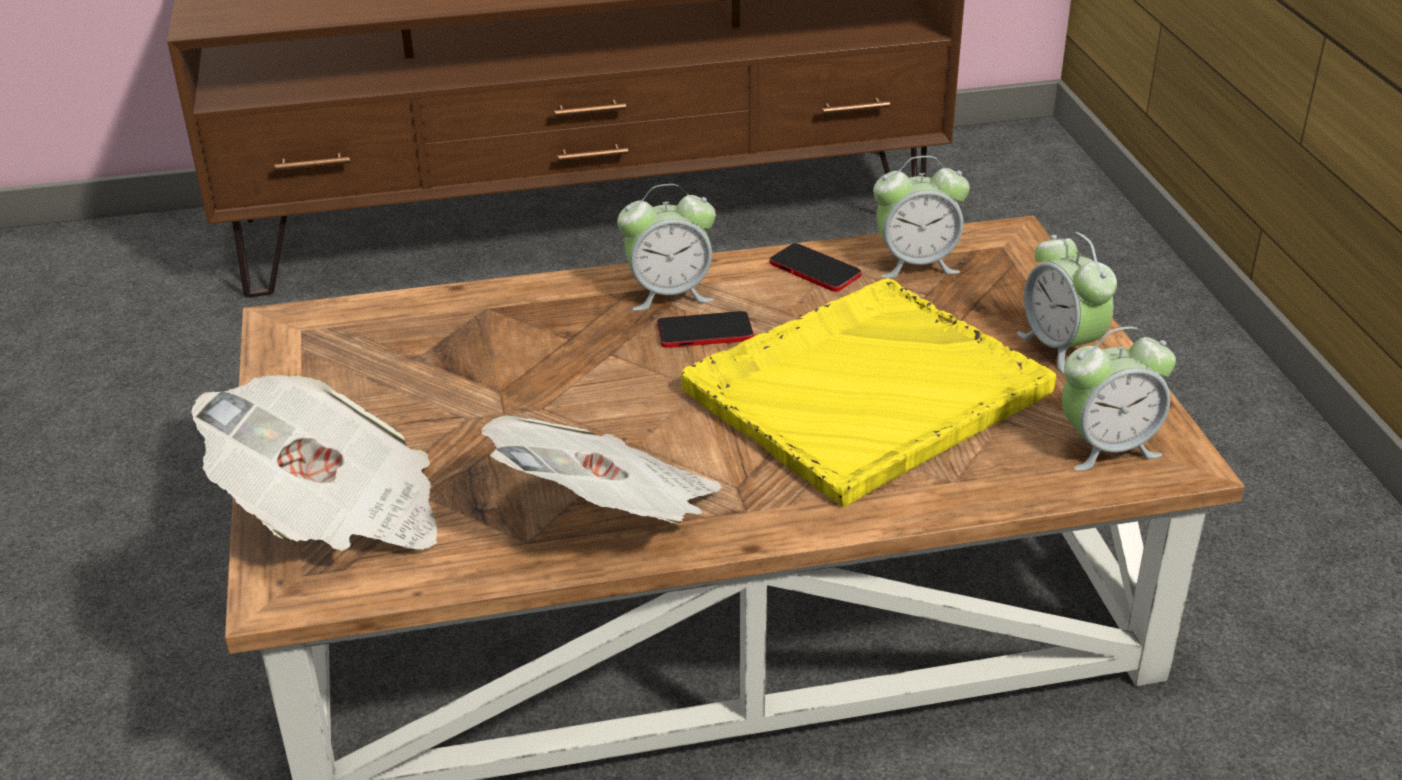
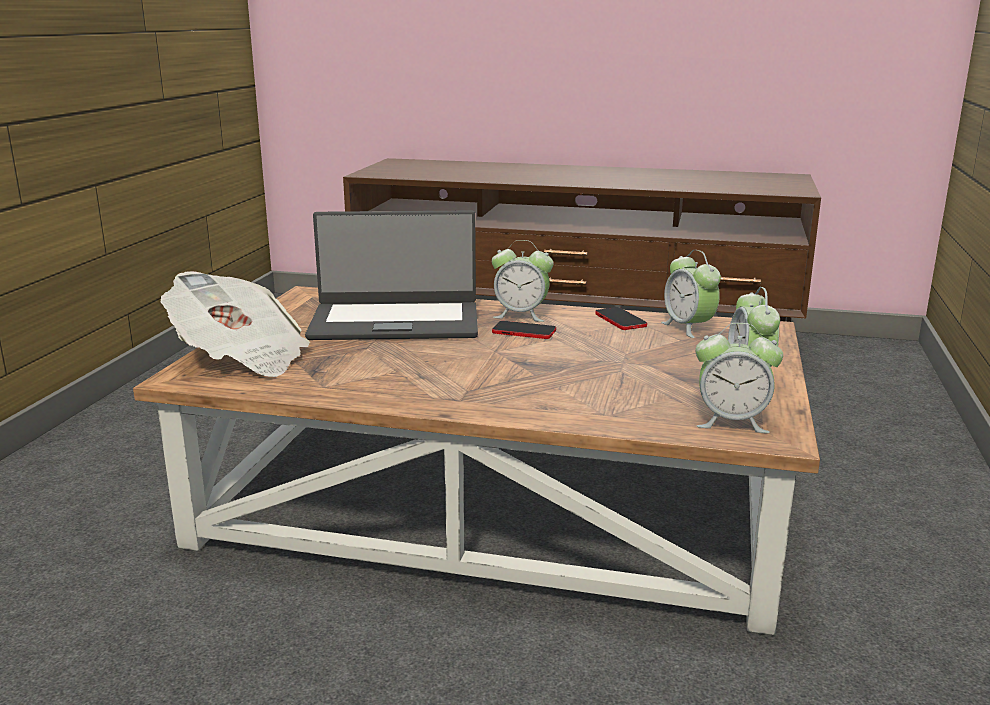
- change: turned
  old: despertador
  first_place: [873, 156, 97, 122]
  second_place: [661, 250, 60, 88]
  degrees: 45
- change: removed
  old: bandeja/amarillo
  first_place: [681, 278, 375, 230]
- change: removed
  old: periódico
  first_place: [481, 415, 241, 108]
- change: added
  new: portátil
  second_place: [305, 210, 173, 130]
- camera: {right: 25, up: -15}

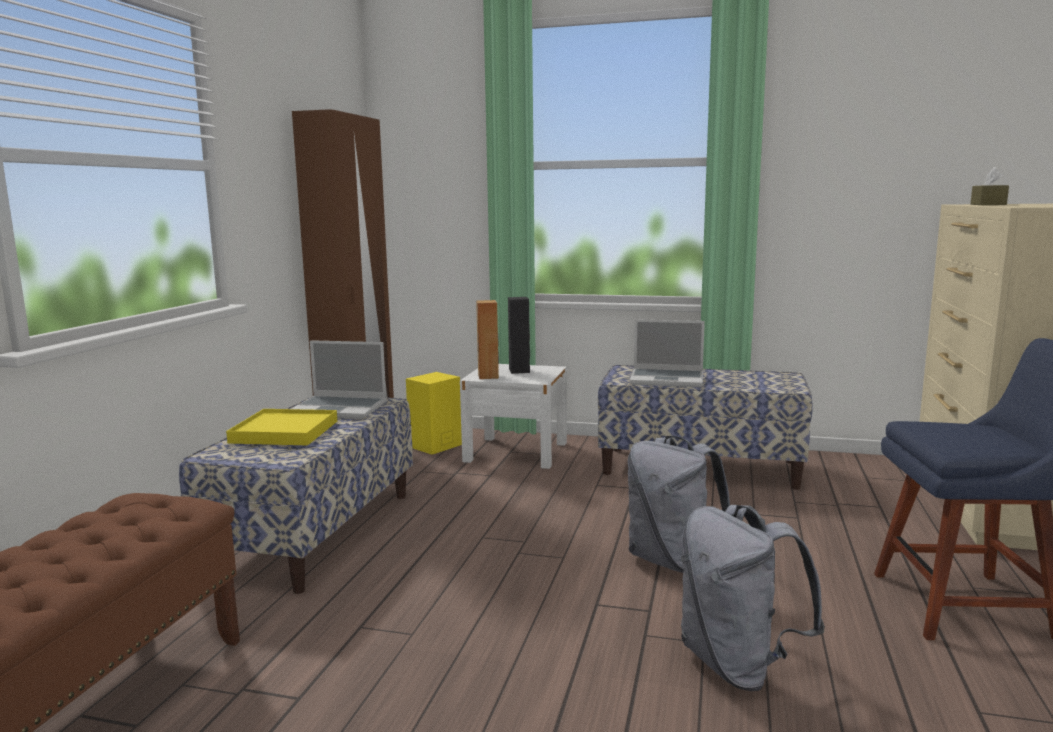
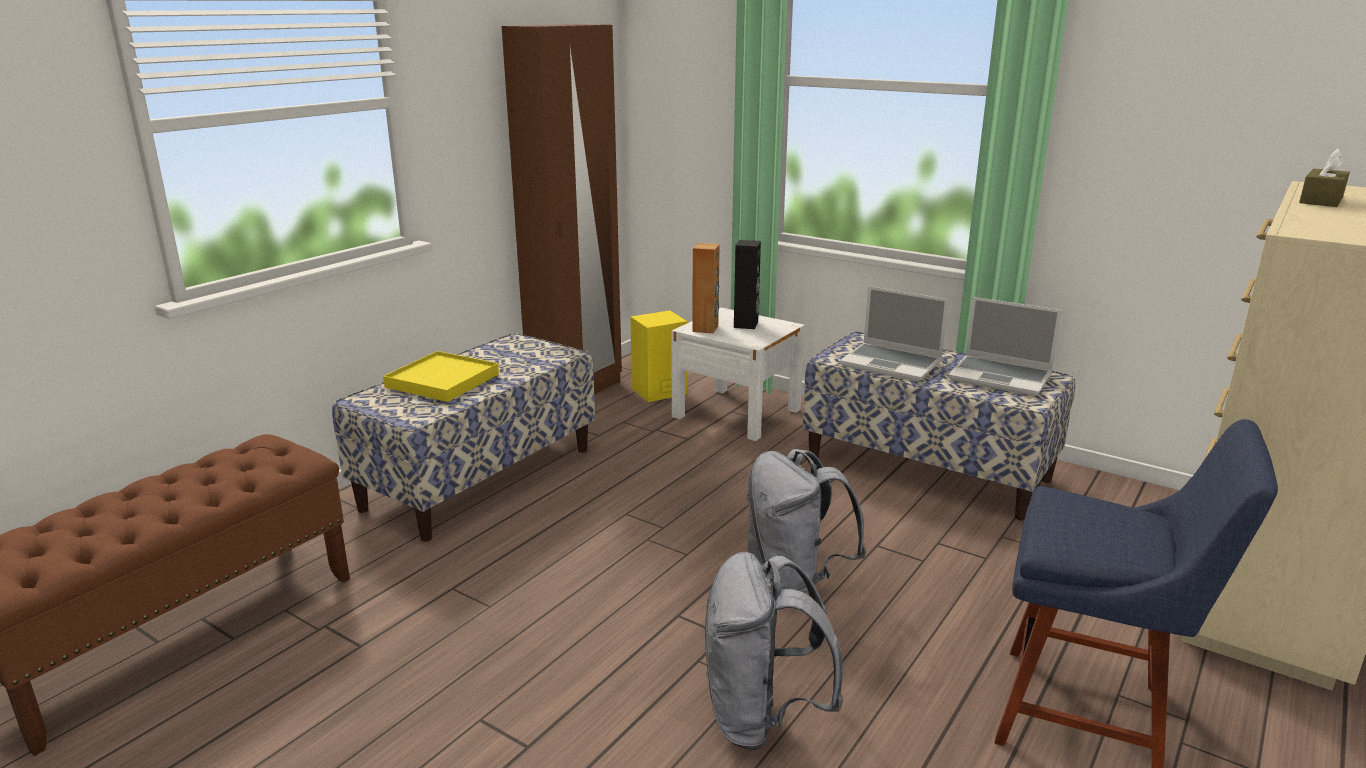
- change: moved
  old: portátil
  first_place: [291, 340, 96, 79]
  second_place: [948, 297, 114, 99]
- camera: {right: 20, up: 10}

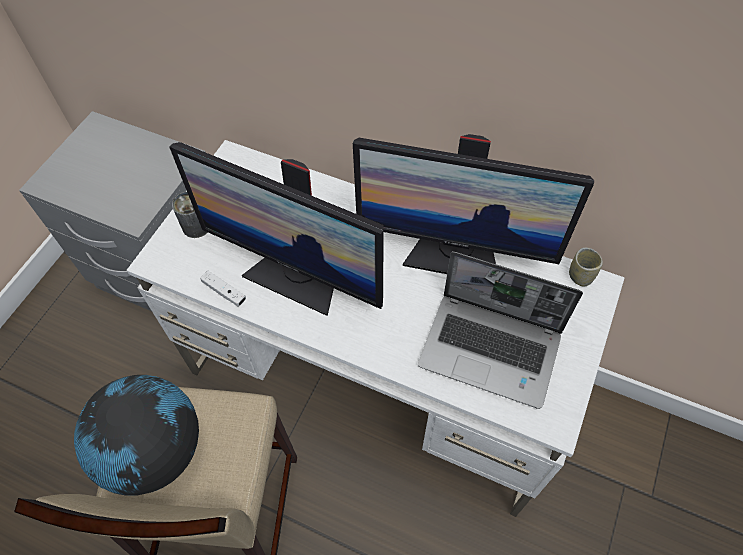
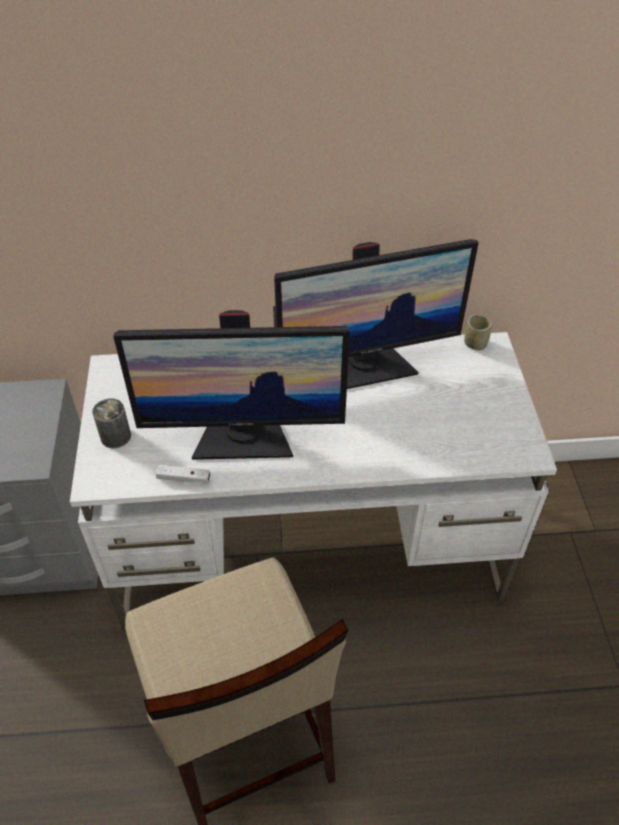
- change: removed
  old: portátil
  first_place: [418, 252, 165, 157]
- change: removed
  old: globo terráqueo
  first_place: [74, 375, 125, 121]
- camera: {right: -30, up: -10}

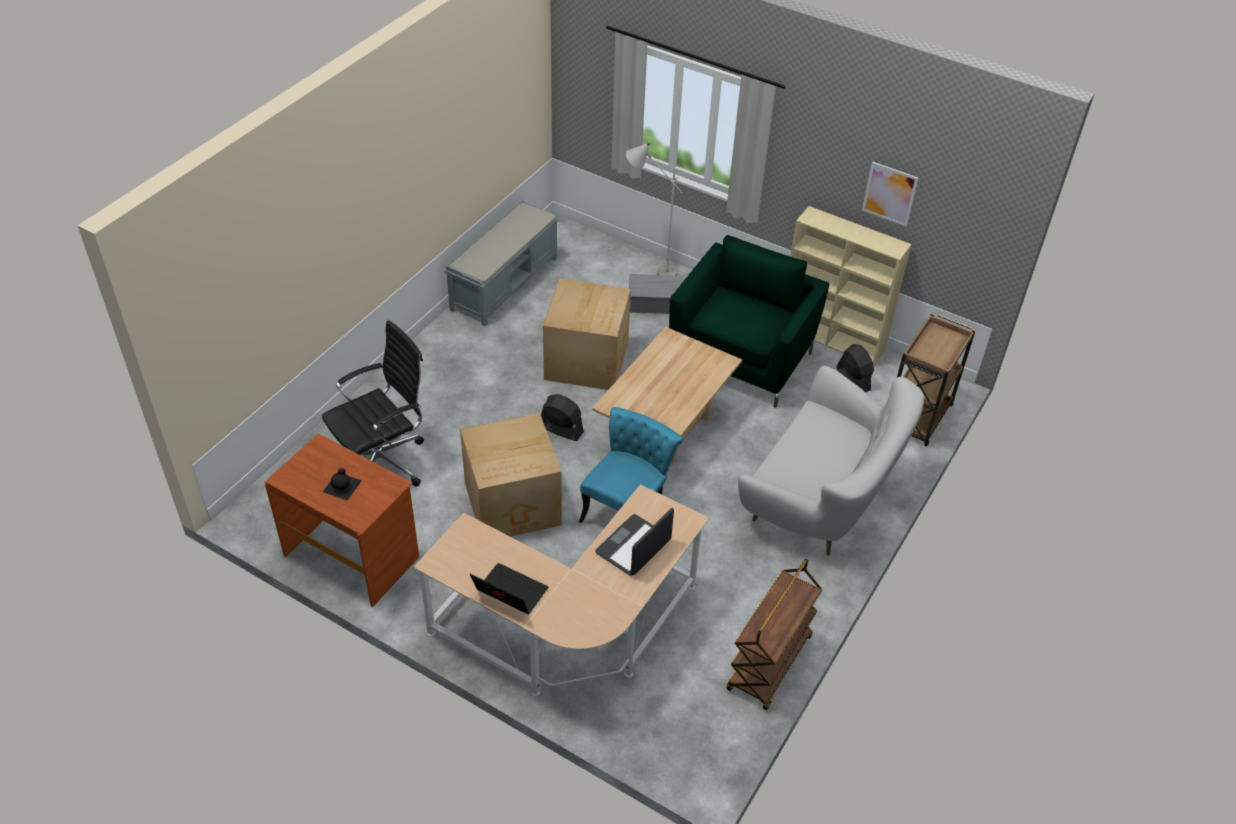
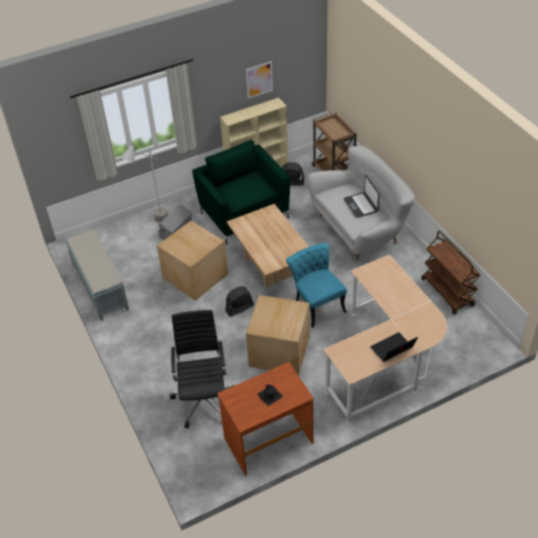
- change: moved
  old: portátil
  first_place: [595, 508, 79, 68]
  second_place: [344, 175, 36, 43]
- camera: {right: -55, up: 0}

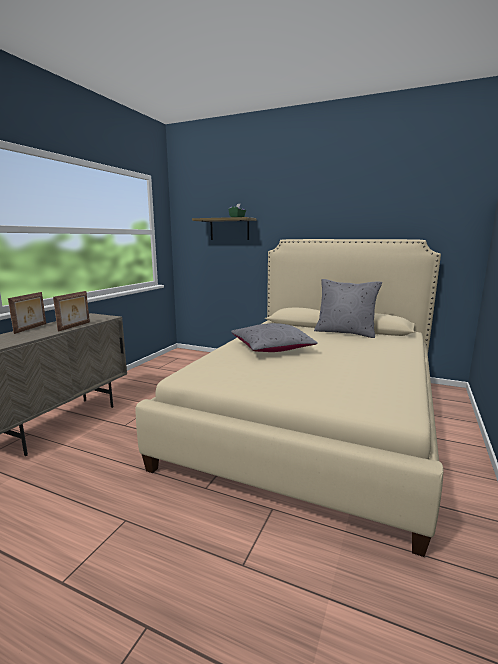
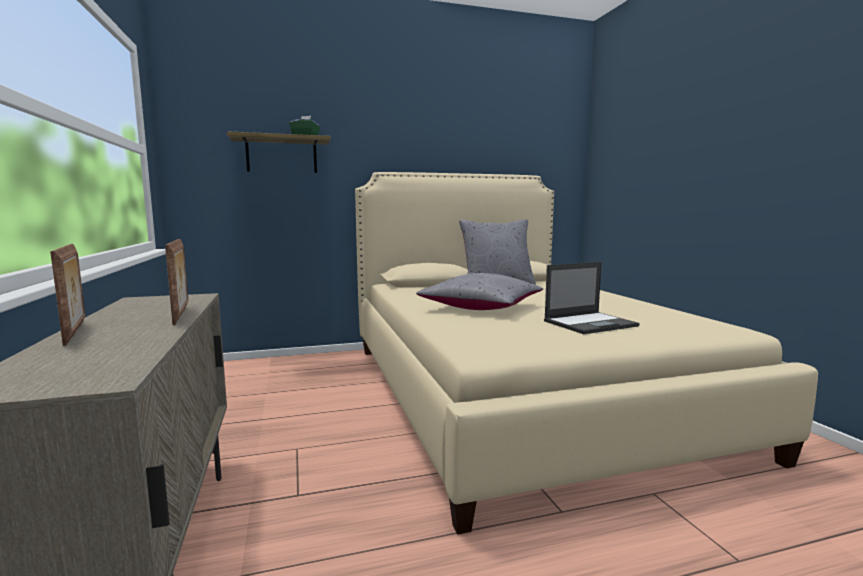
- change: added
  new: portátil
  second_place: [544, 262, 96, 72]
- camera: {right: -40, up: -5}

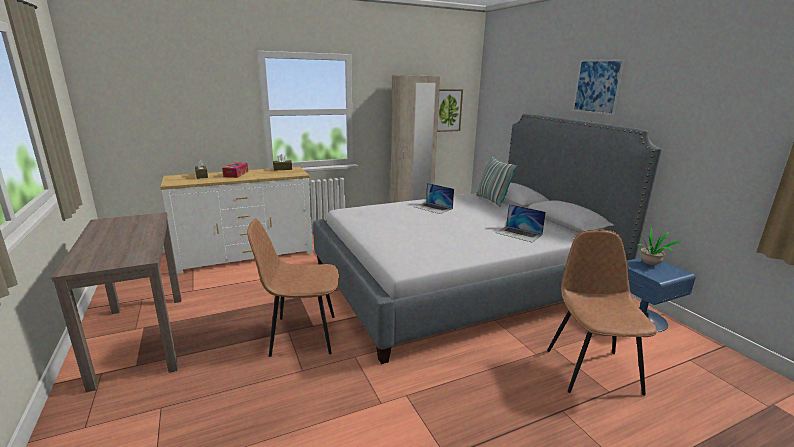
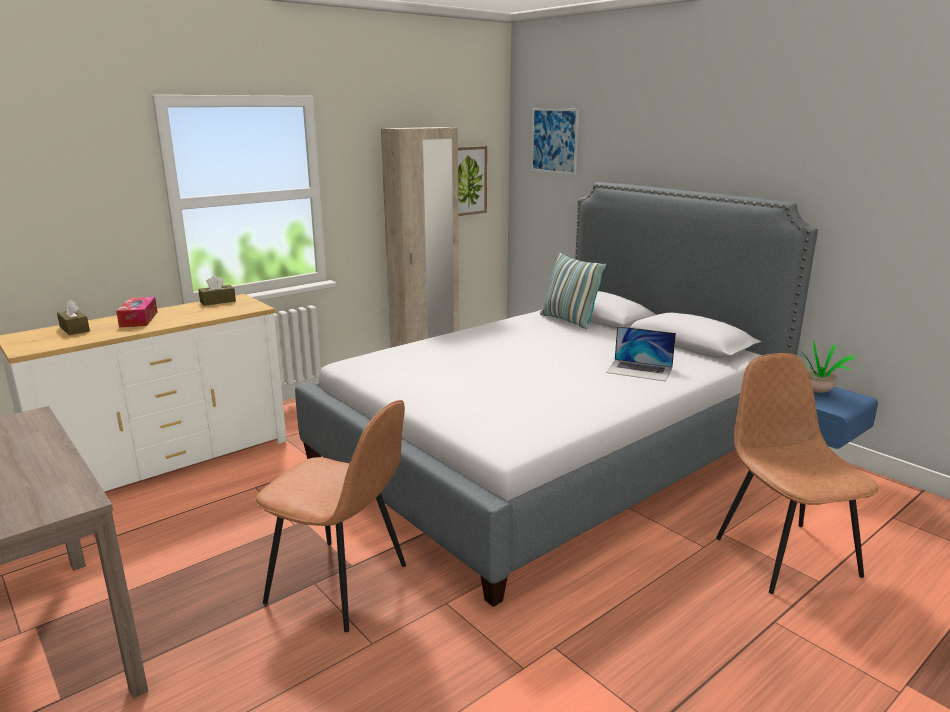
- change: moved
  old: cuadro
  first_place: [572, 59, 53, 57]
  second_place: [531, 108, 48, 67]
- change: removed
  old: portátil
  first_place: [413, 183, 41, 31]
- change: turned
  old: silla/marrón
  first_place: [247, 218, 92, 139]
  second_place: [255, 400, 151, 232]
  degrees: -135
- camera: {right: -15, up: 0}

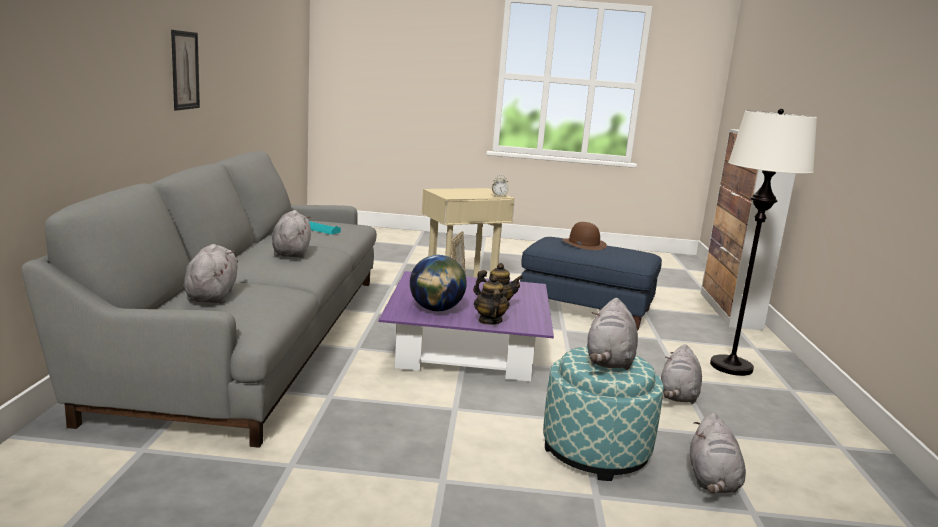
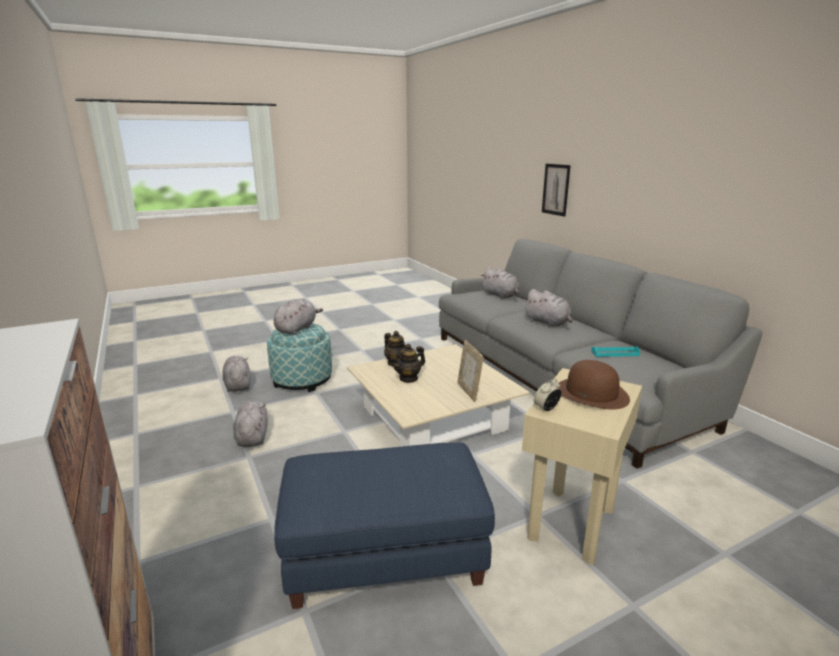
- change: moved
  old: cuadro
  first_place: [171, 30, 29, 81]
  second_place: [542, 164, 29, 53]
- change: removed
  old: lámpara de pie/blanco
  first_place: [710, 109, 107, 267]
- change: moved
  old: sombrero/marrón
  first_place: [562, 222, 45, 28]
  second_place: [555, 360, 75, 50]
- change: removed
  old: globo terráqueo
  first_place: [410, 255, 57, 56]
- change: recoloured
  old: mesa de centro/morado
  new: mesa de centro/beis
  first_place: [378, 271, 176, 111]
  second_place: [347, 344, 183, 103]
- change: turned
  old: peluche/gris
  first_place: [587, 298, 51, 72]
  second_place: [274, 299, 49, 36]
  degrees: 45
- camera: {right: 150, up: 5}

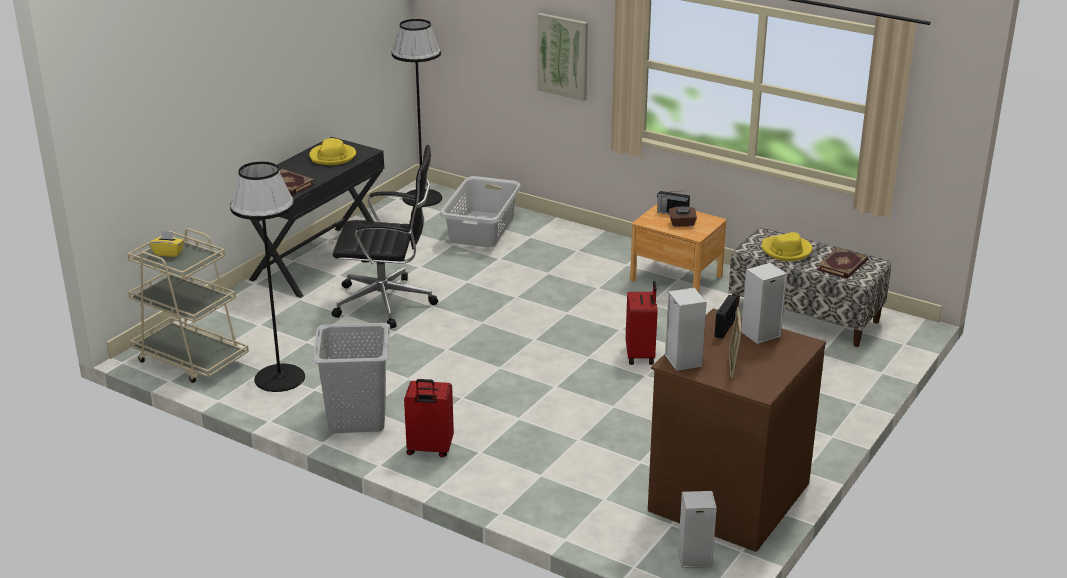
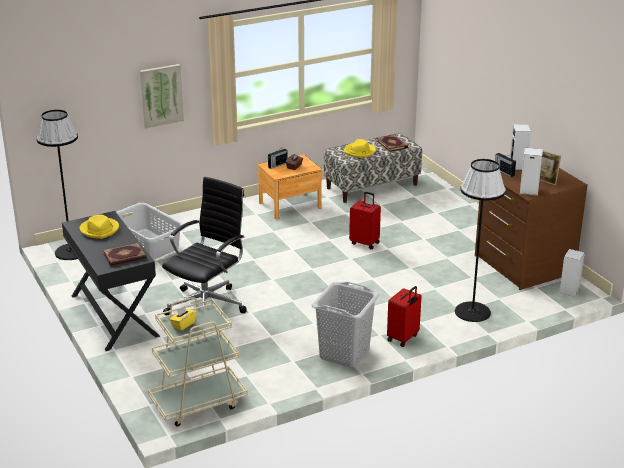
- change: moved
  old: lámpara de pie/negro
  first_place: [230, 162, 75, 230]
  second_place: [455, 159, 51, 163]
- camera: {right: -60, up: 0}

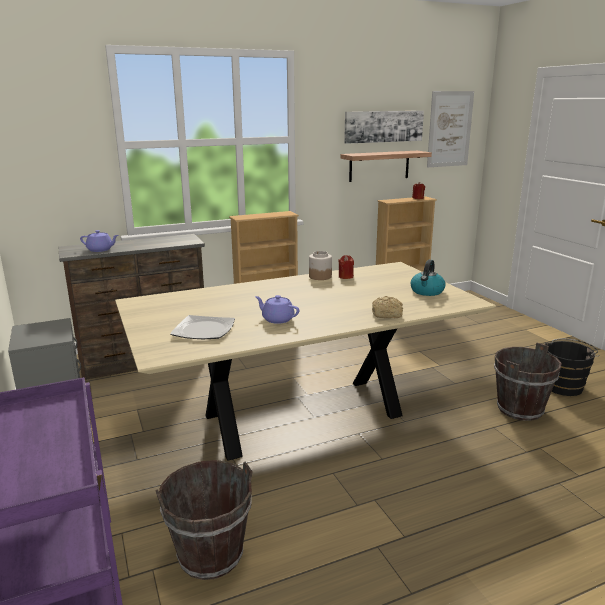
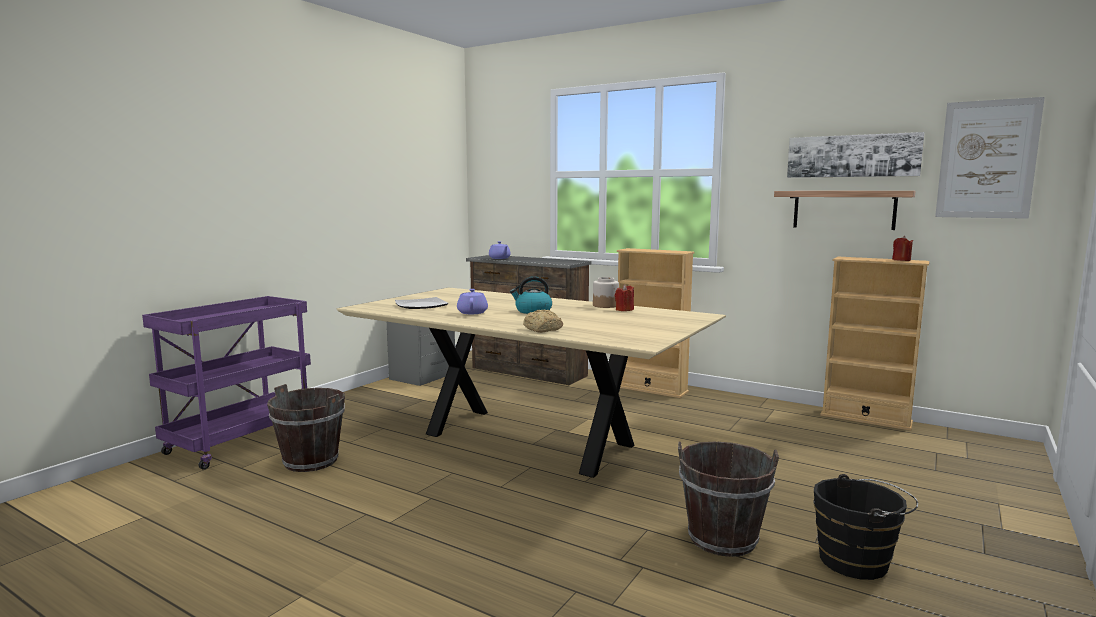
- change: moved
  old: hervidor
  first_place: [410, 260, 36, 36]
  second_place: [510, 276, 42, 38]
- camera: {right: 55, up: -10}

